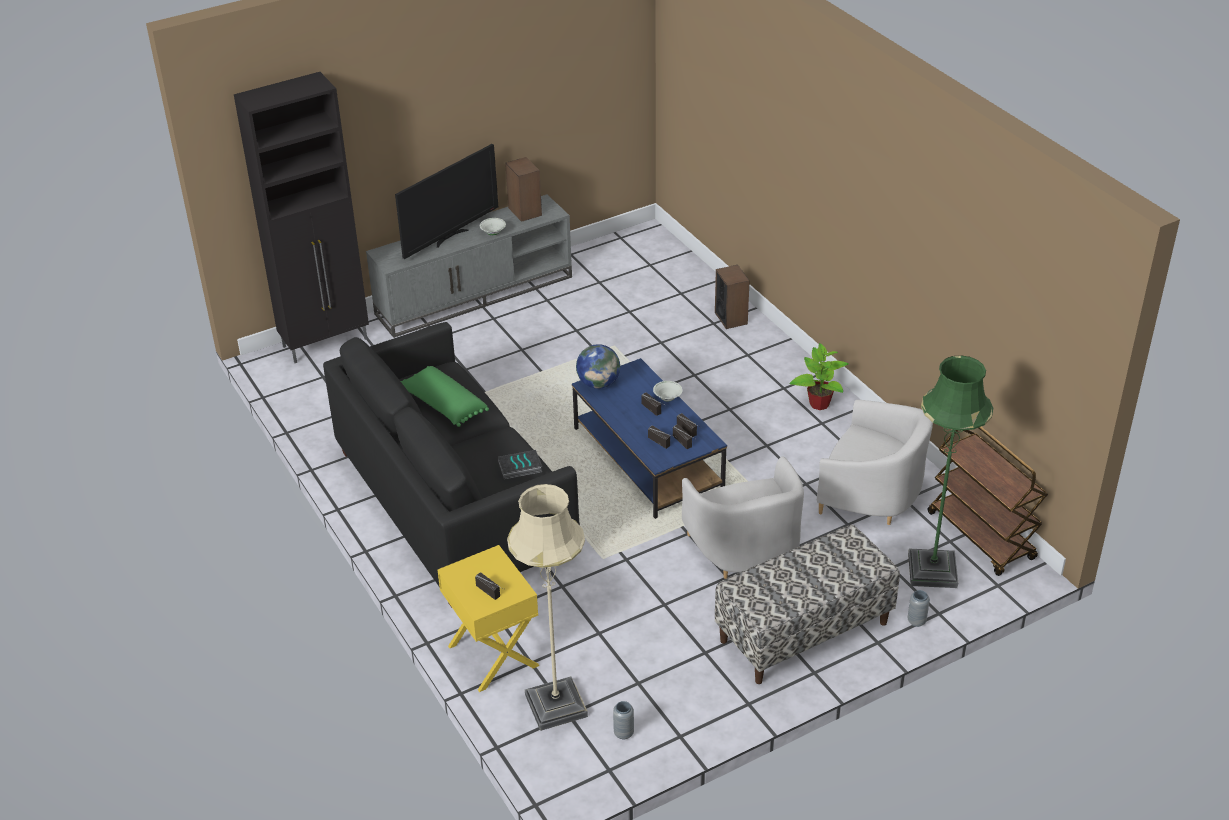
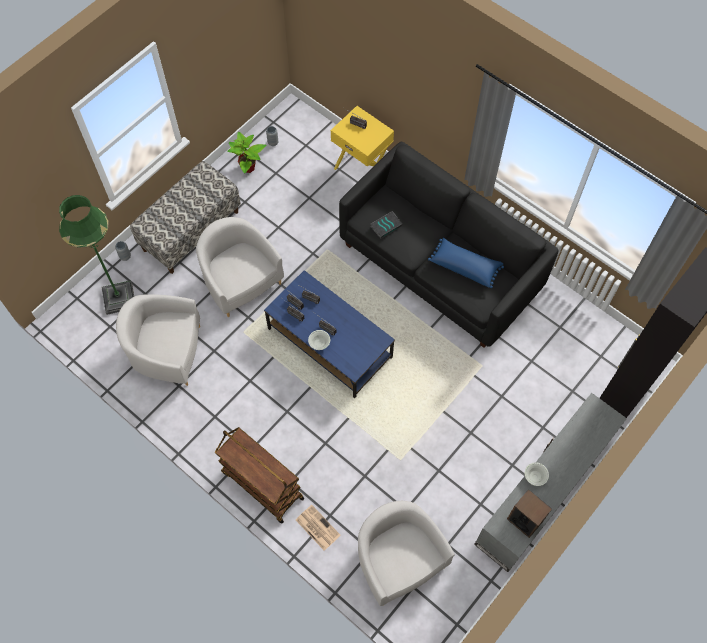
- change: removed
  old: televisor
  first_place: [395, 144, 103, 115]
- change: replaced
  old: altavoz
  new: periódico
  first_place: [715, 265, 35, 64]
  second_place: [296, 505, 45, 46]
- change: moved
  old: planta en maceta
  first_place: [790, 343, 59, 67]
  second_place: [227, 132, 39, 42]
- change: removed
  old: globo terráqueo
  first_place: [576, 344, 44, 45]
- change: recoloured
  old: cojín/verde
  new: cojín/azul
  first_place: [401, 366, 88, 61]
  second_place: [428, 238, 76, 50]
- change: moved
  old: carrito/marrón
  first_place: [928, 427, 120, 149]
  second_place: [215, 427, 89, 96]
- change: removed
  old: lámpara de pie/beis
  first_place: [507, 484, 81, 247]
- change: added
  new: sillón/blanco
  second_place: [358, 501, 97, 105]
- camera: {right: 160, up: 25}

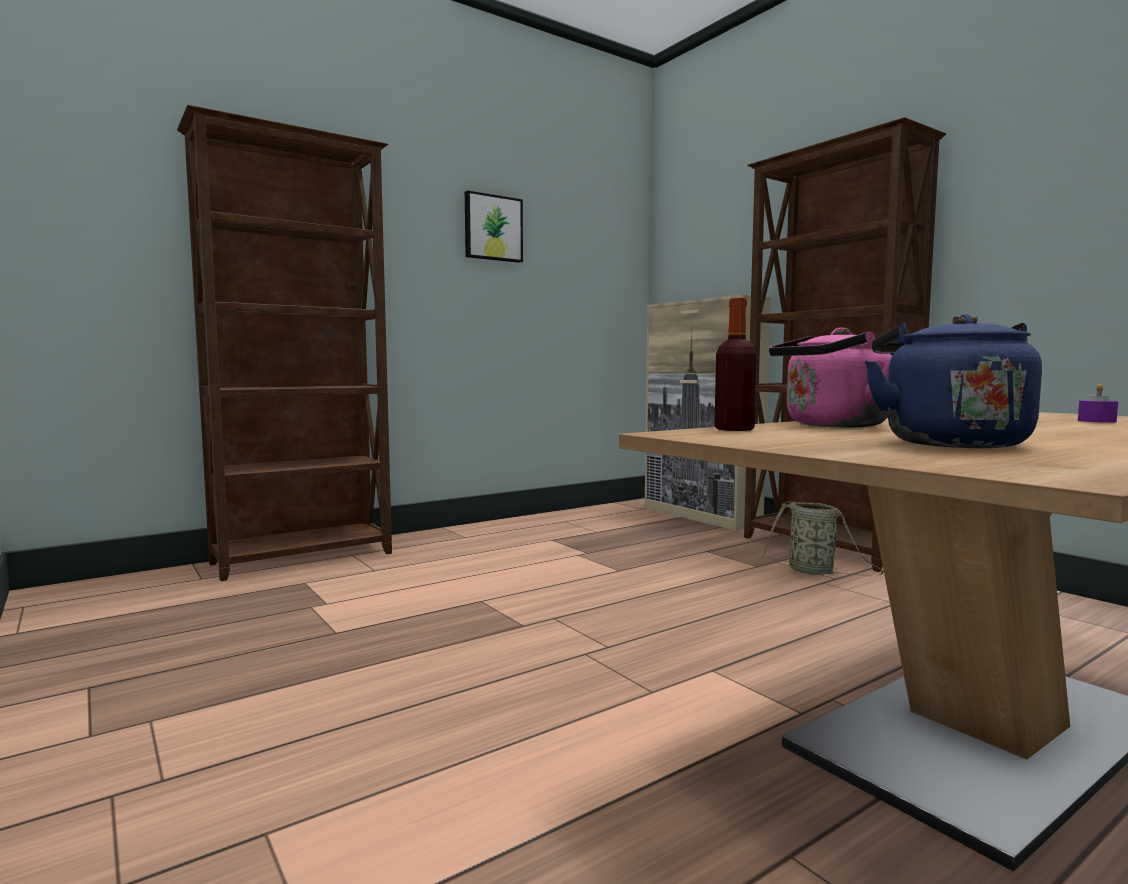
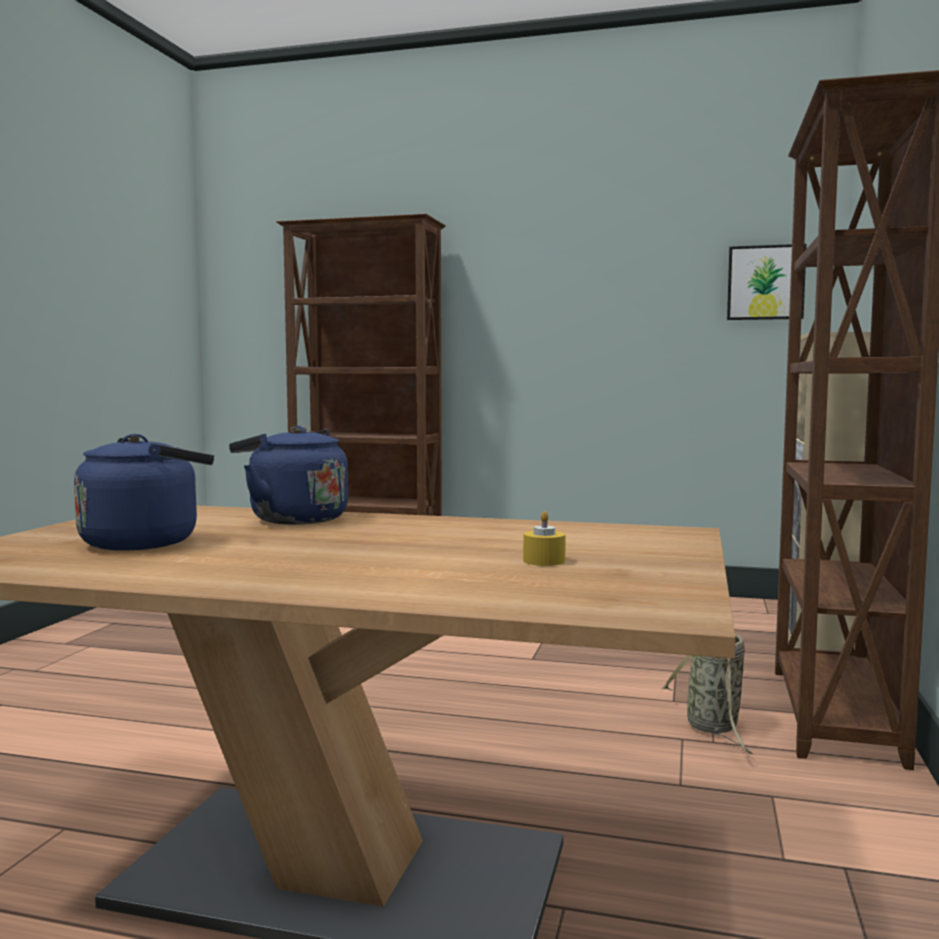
- change: moved
  old: cuadro
  first_place: [465, 191, 58, 72]
  second_place: [727, 244, 80, 76]
- change: removed
  old: botella
  first_place: [714, 298, 43, 133]
- change: recoloured
  old: hervidor/rosa
  new: hervidor/azul
  first_place: [769, 328, 123, 99]
  second_place: [229, 425, 119, 99]
- change: recoloured
  old: vela/morado
  new: vela/amarillo
  first_place: [1078, 384, 40, 39]
  second_place: [523, 511, 43, 55]
- camera: {right: 50, up: 0}

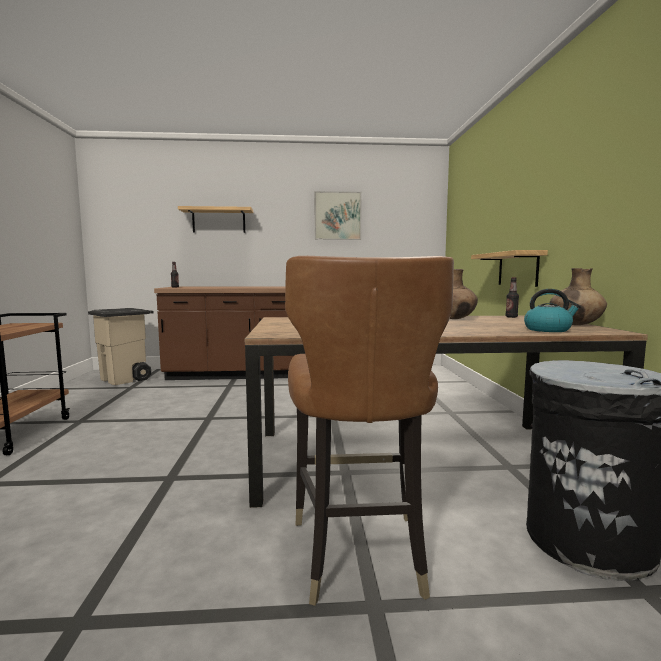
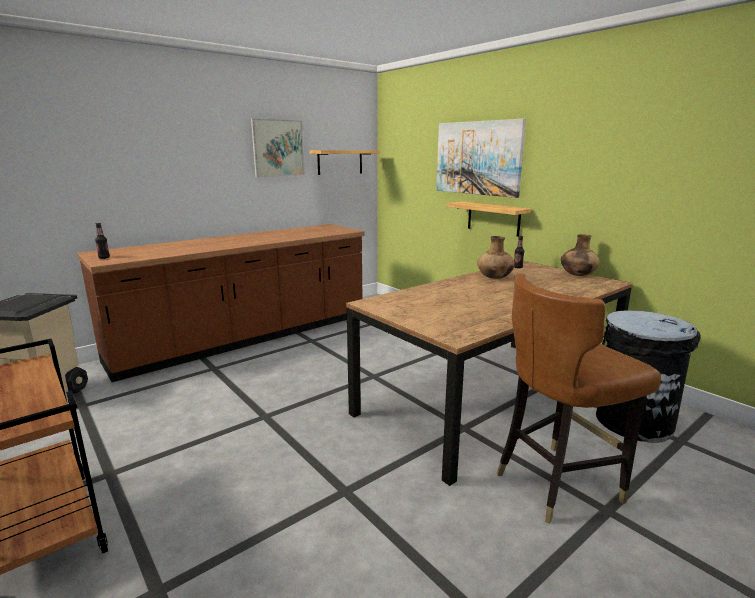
- change: moved
  old: estante
  first_place: [178, 206, 75, 27]
  second_place: [310, 150, 70, 25]
- change: turned
  old: silla/marrón
  first_place: [285, 256, 169, 350]
  second_place: [497, 274, 164, 250]
  degrees: 105
- change: removed
  old: hervidor
  first_place: [524, 289, 57, 43]
- change: added
  new: cuadro
  second_place: [436, 119, 90, 79]
- camera: {right: -35, up: 10}

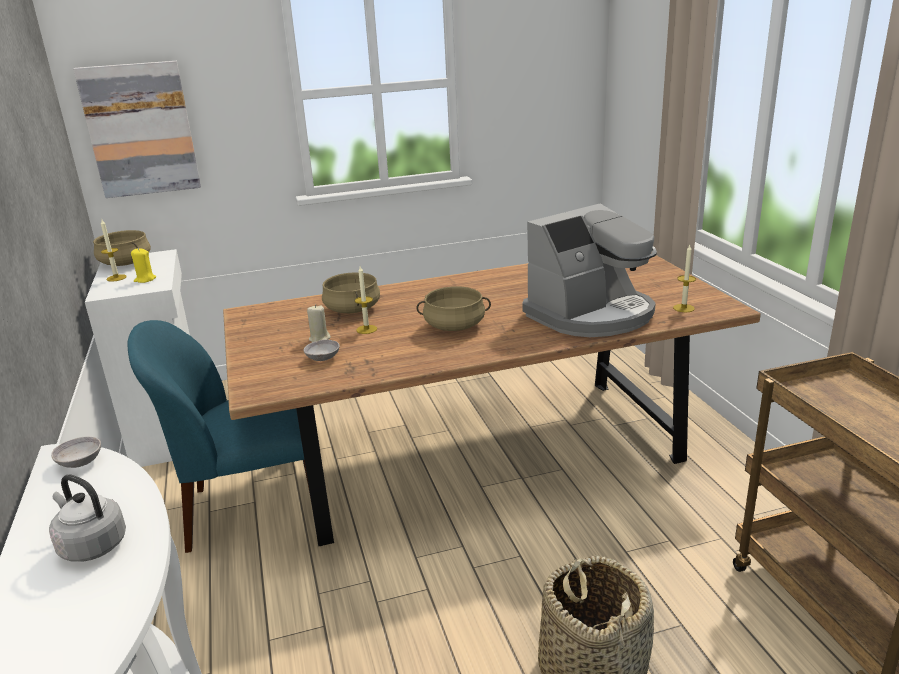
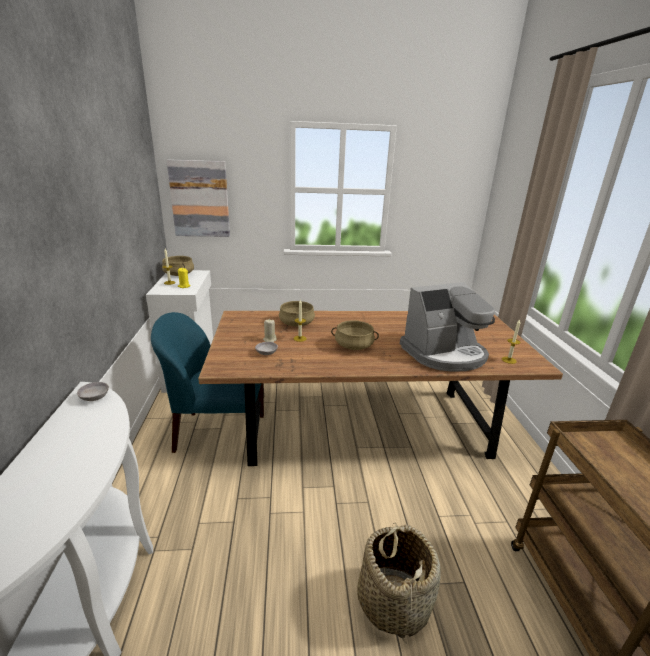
- change: removed
  old: hervidor/gris
  first_place: [49, 474, 77, 88]
- camera: {right: 10, up: 0}

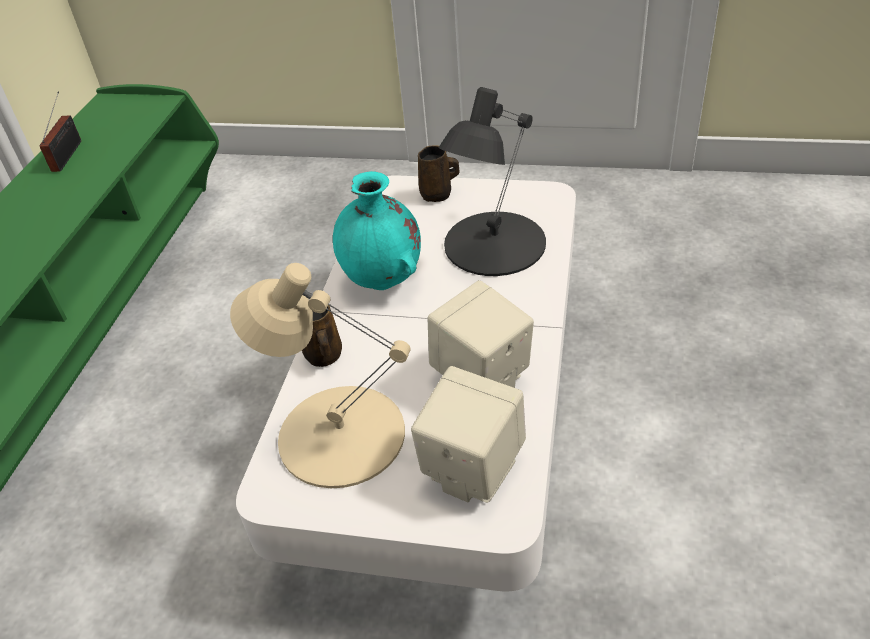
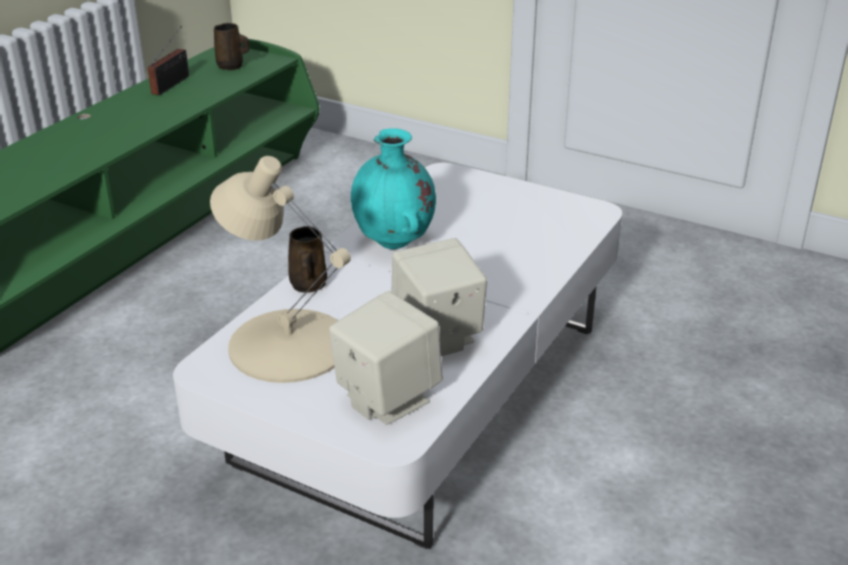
- change: removed
  old: lámpara de mesa/negro
  first_place: [439, 87, 107, 189]
- change: moved
  old: taza grande/marrón
  first_place: [418, 145, 41, 57]
  second_place: [214, 23, 36, 47]
- camera: {right: 15, up: -10}

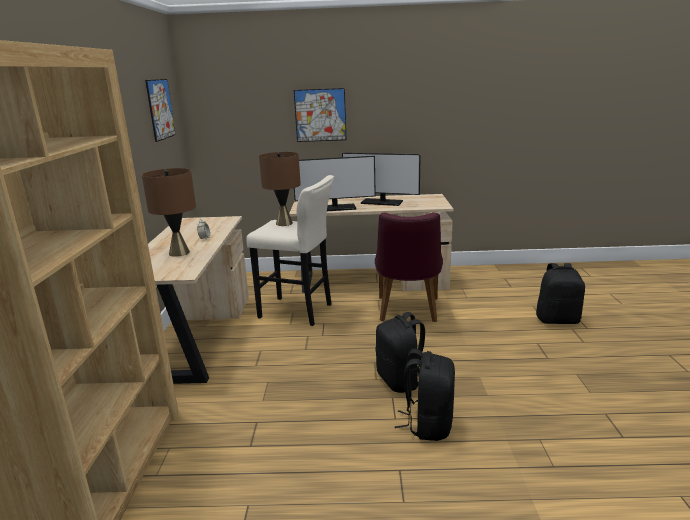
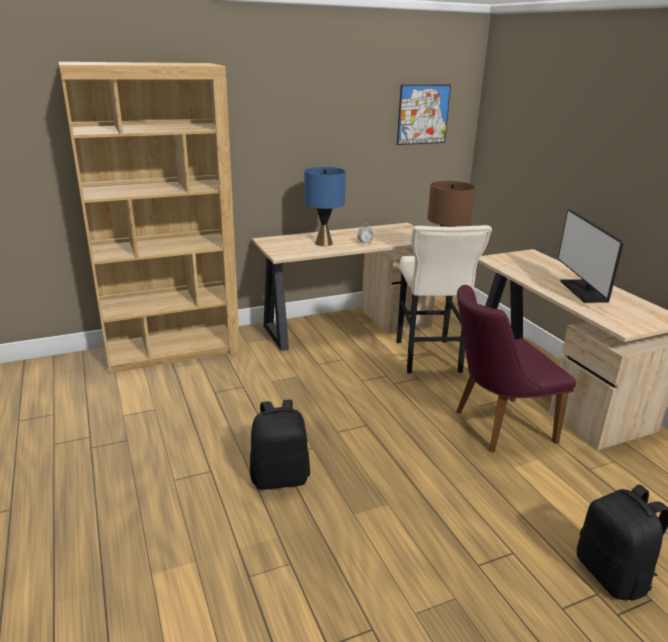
- change: removed
  old: cuadro
  first_place: [294, 88, 53, 54]
- change: removed
  old: monitor
  first_place: [294, 156, 82, 55]
- change: recoloured
  old: lámpara de mesa/marrón
  new: lámpara de mesa/azul
  first_place: [142, 168, 54, 89]
  second_place: [304, 167, 42, 79]
- change: removed
  old: mochila/negro
  first_place: [376, 312, 49, 81]
- camera: {right: 65, up: 5}

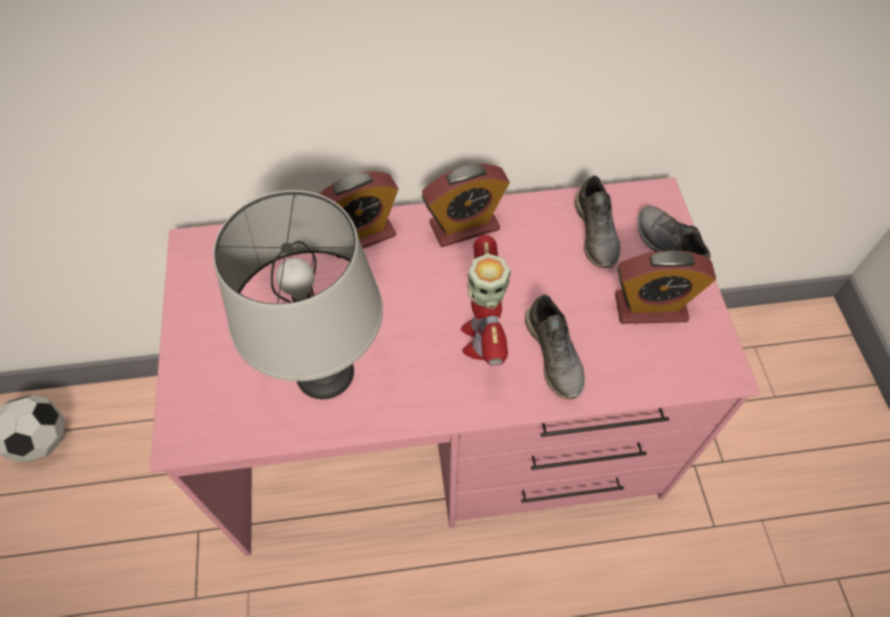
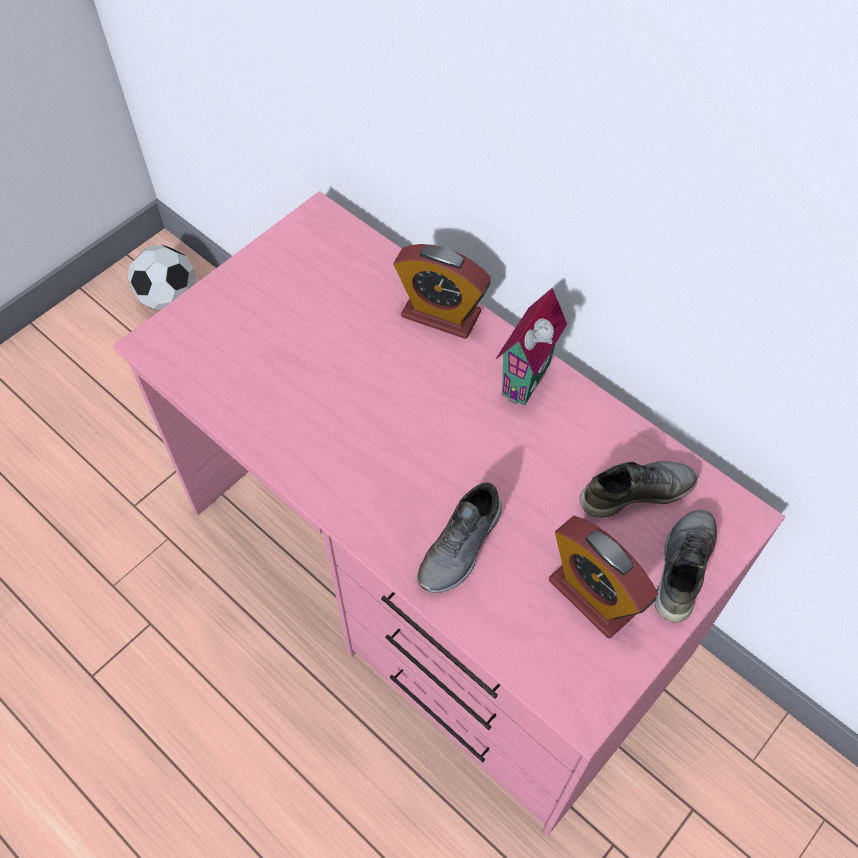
- change: replaced
  old: despertador
  new: casita
  first_place: [422, 164, 88, 83]
  second_place: [496, 288, 71, 117]
- change: turned
  old: zapato/gris
  first_place: [575, 175, 45, 93]
  second_place: [579, 461, 119, 57]
  degrees: -150
- change: removed
  old: lámpara de mesa/gris
  first_place: [213, 190, 170, 209]
- change: removed
  old: robot de juguete
  first_place: [461, 235, 50, 131]
- camera: {right: 50, up: 0}

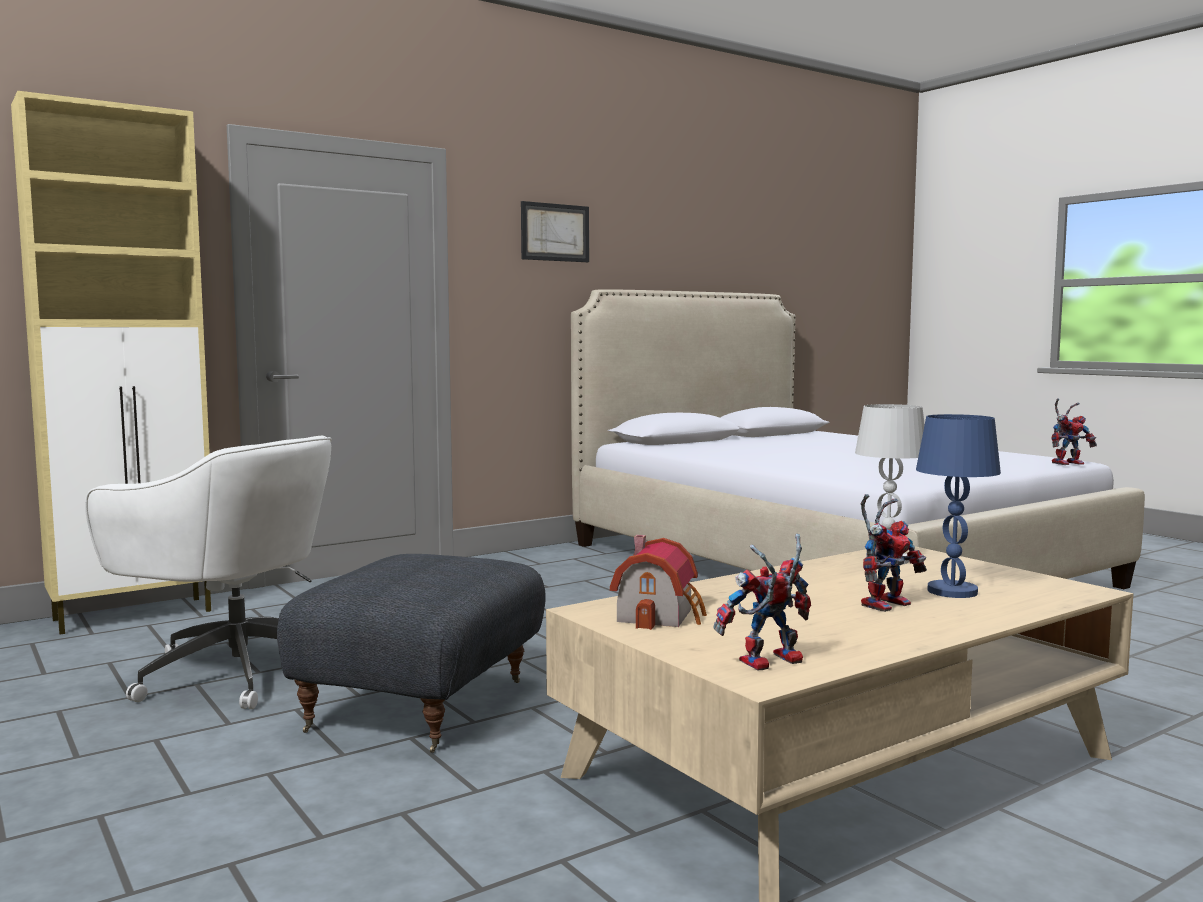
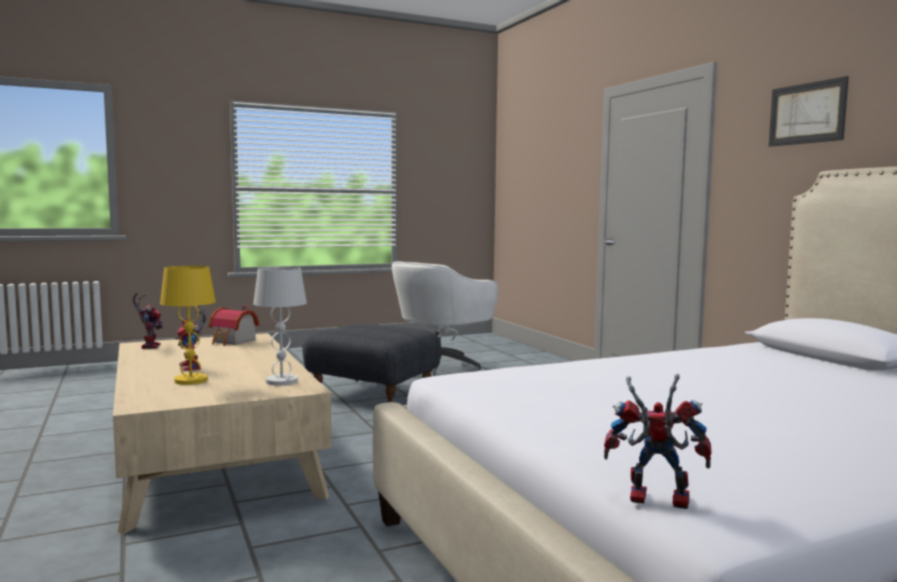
- change: removed
  old: armario/beis
  first_place: [11, 91, 200, 544]
- change: turned
  old: robot de juguete
  first_place: [1052, 399, 45, 66]
  second_place: [604, 374, 107, 135]
  degrees: 120
- change: recoloured
  old: lámpara de mesa/azul
  new: lámpara de mesa/amarillo
  first_place: [916, 414, 85, 184]
  second_place: [160, 266, 56, 119]
- camera: {right: 100, up: 0}

